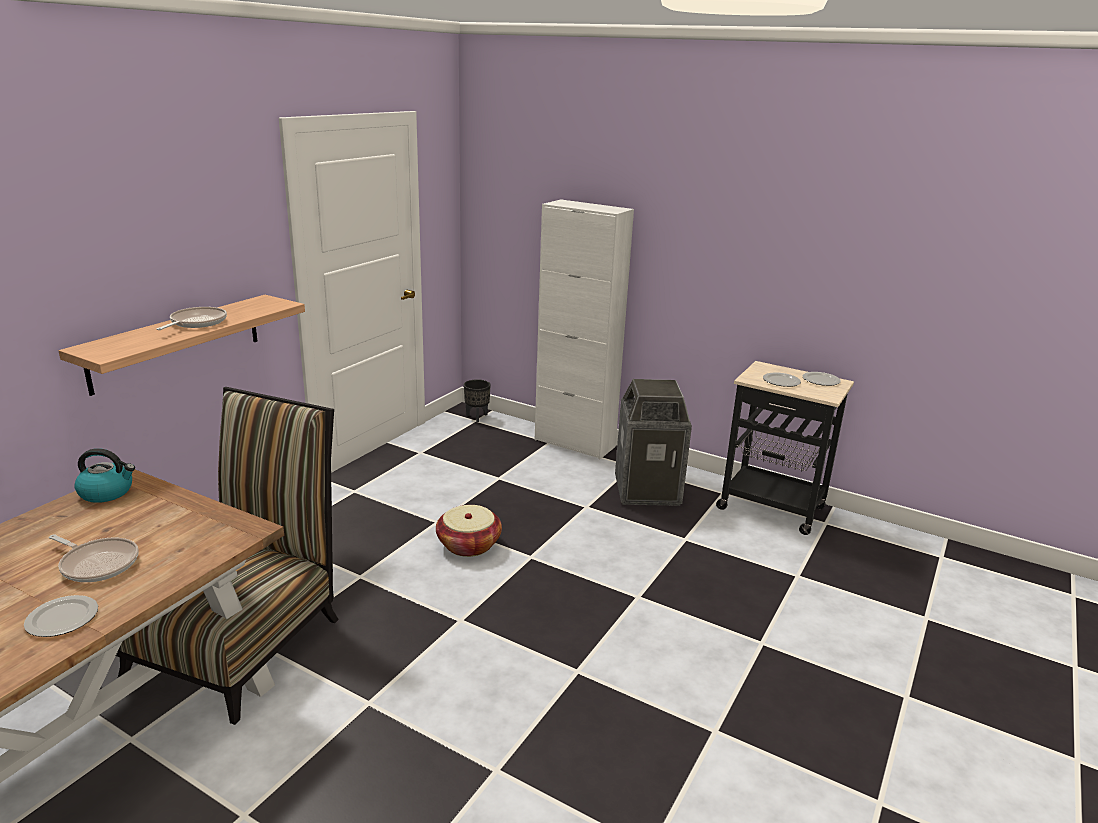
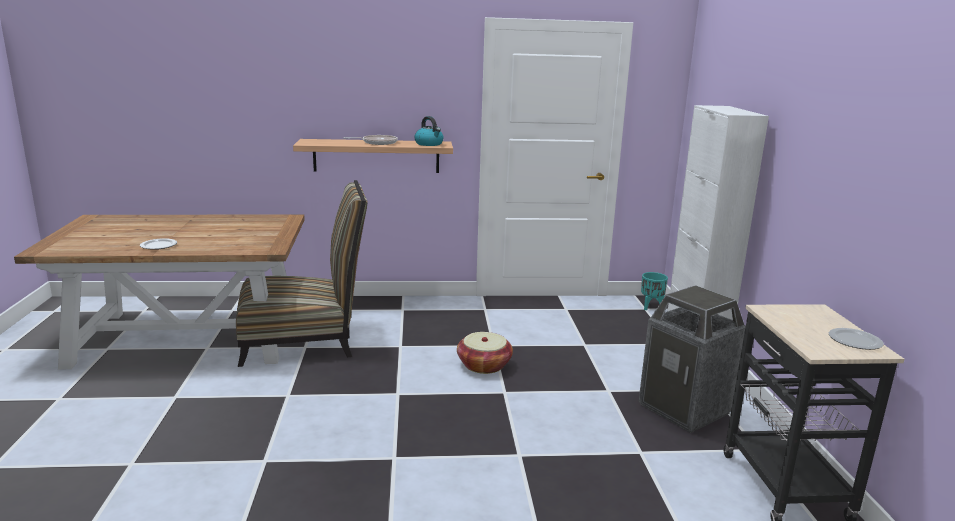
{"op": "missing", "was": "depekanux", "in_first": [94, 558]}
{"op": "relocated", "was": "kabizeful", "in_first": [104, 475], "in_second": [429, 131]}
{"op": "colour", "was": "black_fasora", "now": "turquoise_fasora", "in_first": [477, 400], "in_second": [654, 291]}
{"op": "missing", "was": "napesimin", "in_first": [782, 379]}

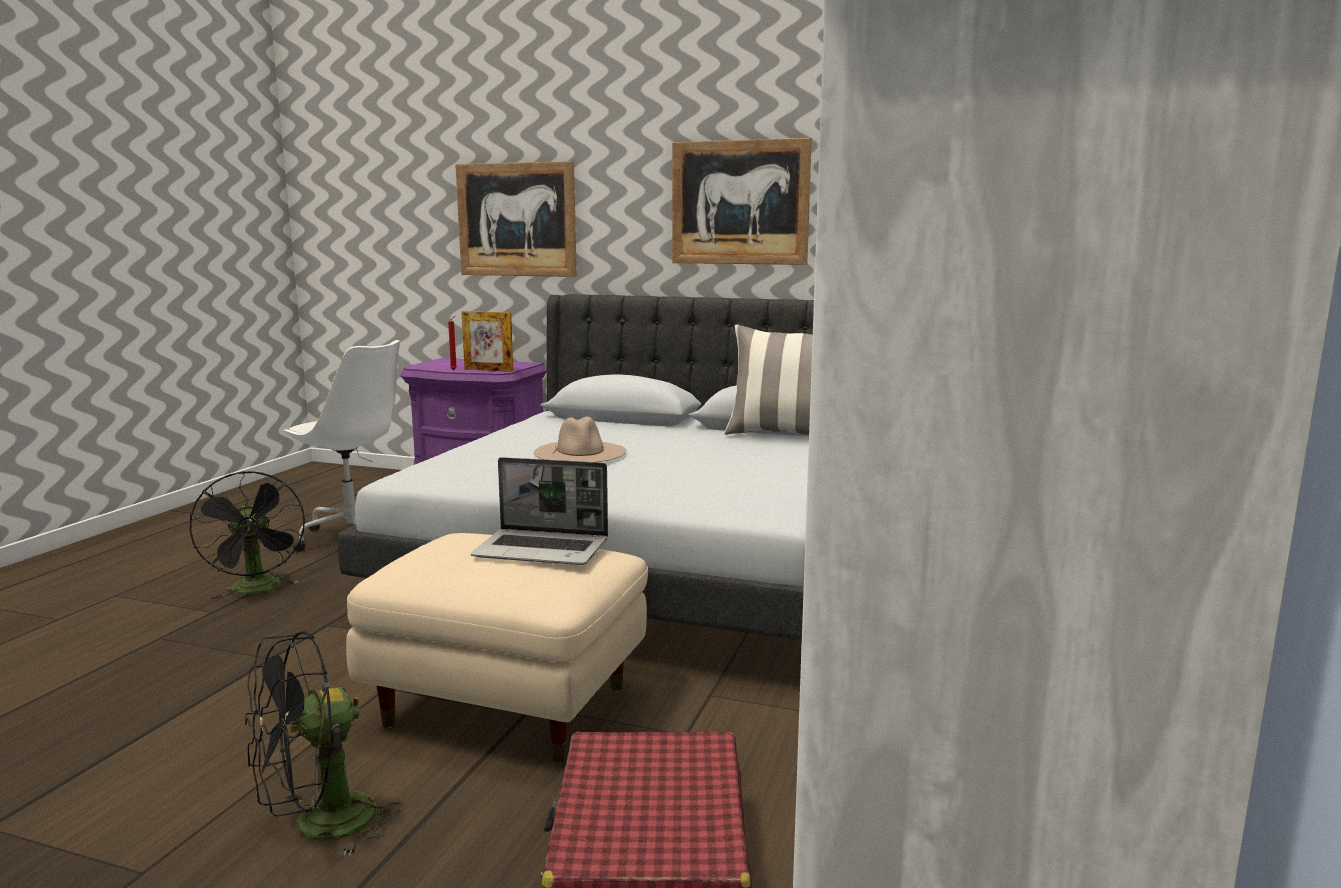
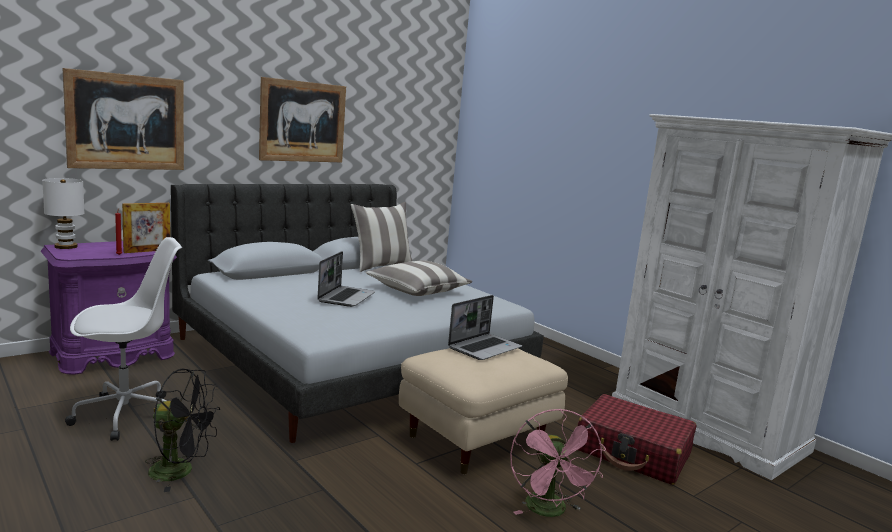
{"op": "colour", "was": "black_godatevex", "now": "pink_godatevex", "in_first": [324, 743], "in_second": [558, 463]}
{"op": "exchanged", "was": "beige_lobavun", "now": "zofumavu", "in_first": [580, 439], "in_second": [346, 279]}
{"op": "appeared", "now": "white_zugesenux", "in_second": [63, 213]}
{"op": "appeared", "now": "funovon", "in_second": [419, 278]}

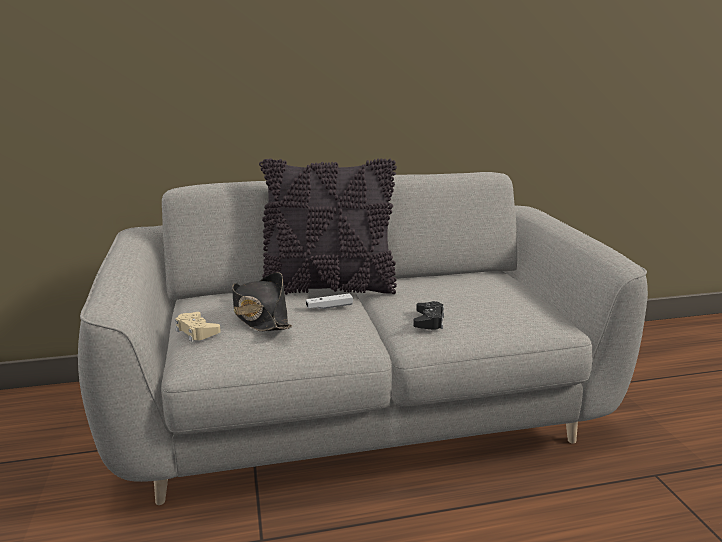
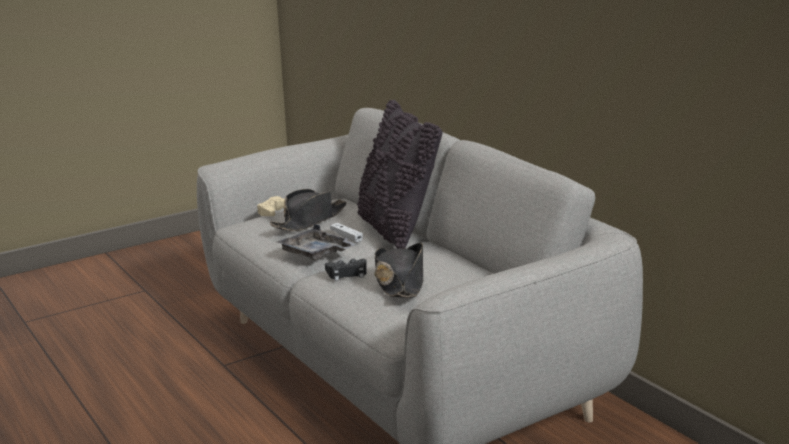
{"op": "appeared", "now": "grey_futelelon", "in_second": [316, 242]}
{"op": "appeared", "now": "black_lobavun", "in_second": [398, 270]}

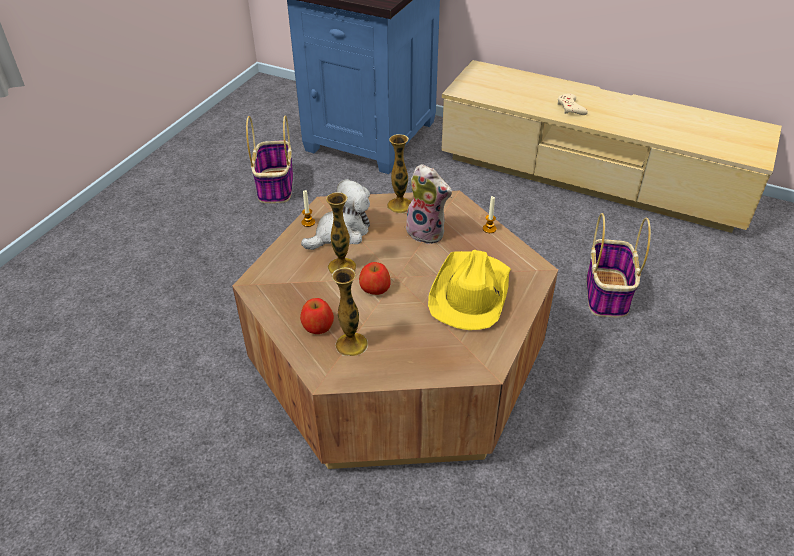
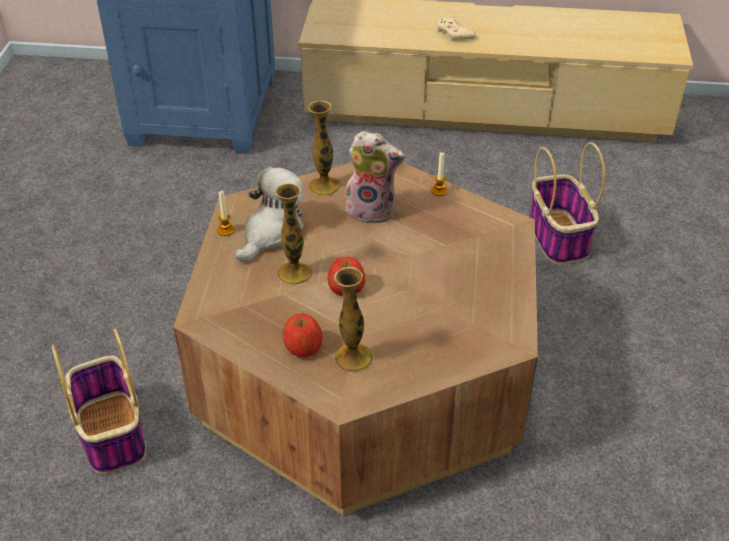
{"op": "relocated", "was": "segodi", "in_first": [269, 159], "in_second": [99, 401]}
{"op": "missing", "was": "yellow_lobavun", "in_first": [469, 290]}

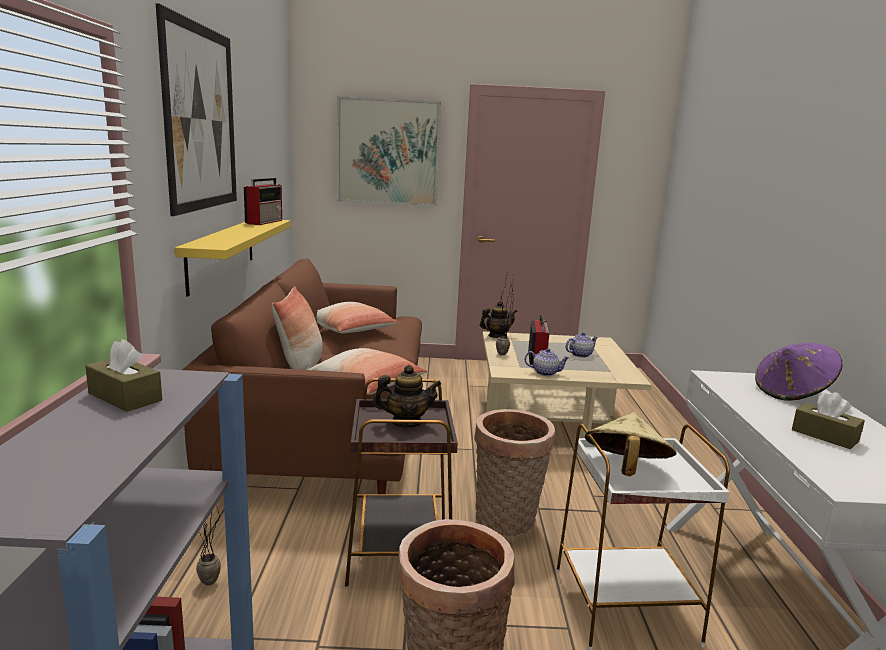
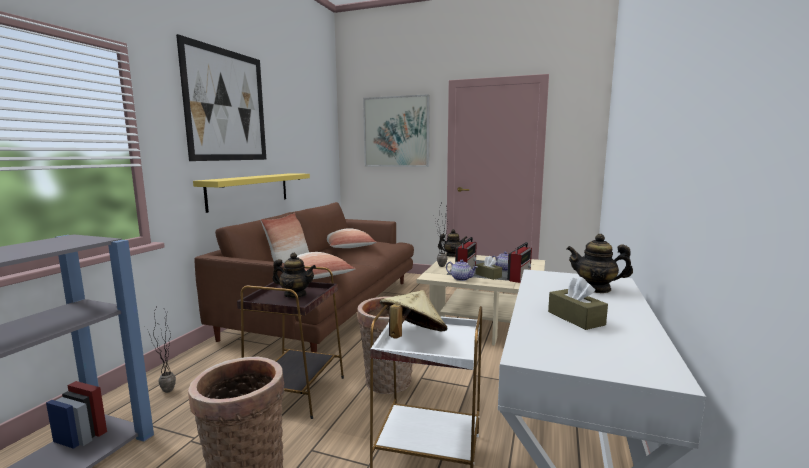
{"op": "relocated", "was": "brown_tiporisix", "in_first": [123, 375], "in_second": [489, 268]}
{"op": "relocated", "was": "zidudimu", "in_first": [263, 201], "in_second": [519, 262]}
{"op": "exchanged", "was": "purple_lobavun", "now": "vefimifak", "in_first": [799, 372], "in_second": [600, 263]}

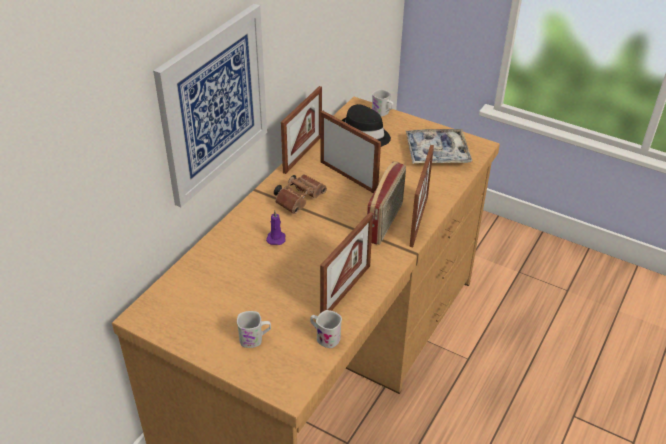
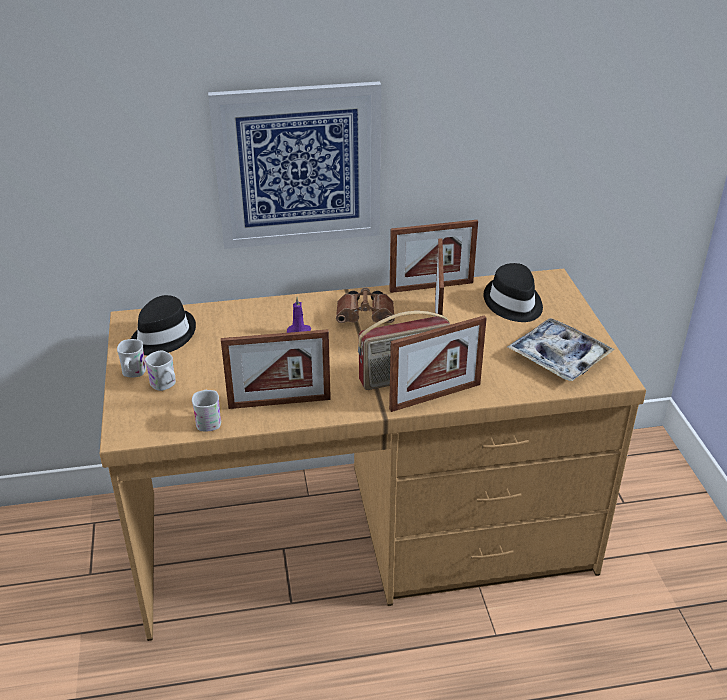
{"op": "relocated", "was": "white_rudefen", "in_first": [383, 103], "in_second": [131, 358]}
{"op": "appeared", "now": "black_lobavun", "in_second": [163, 325]}

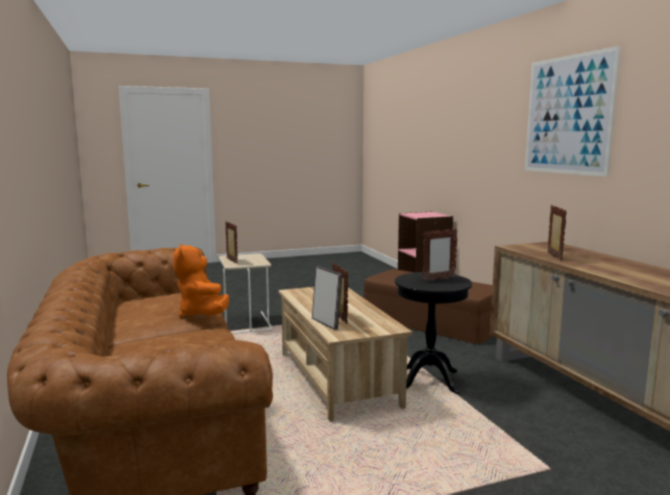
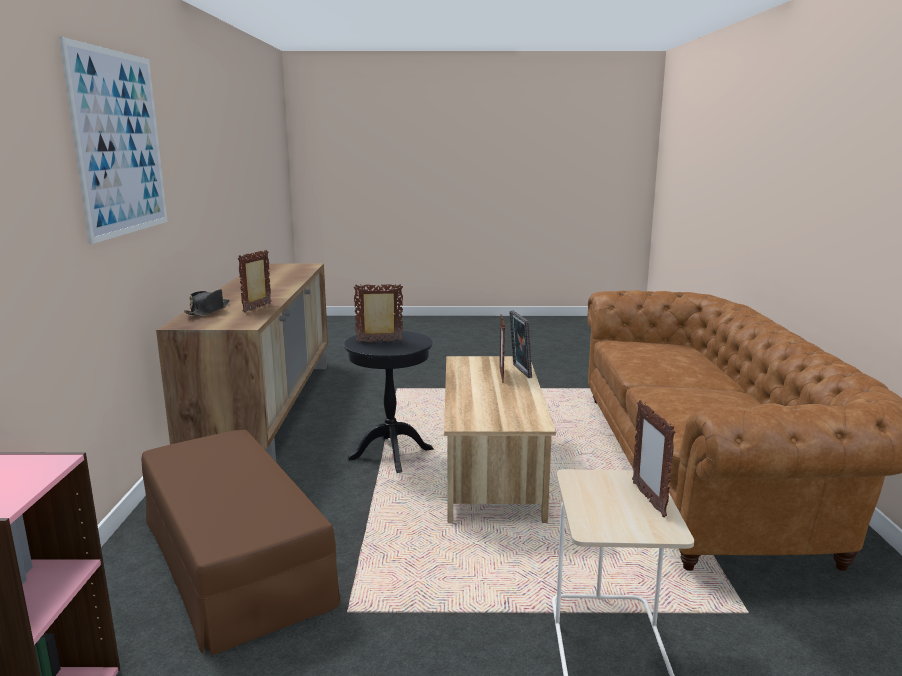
{"op": "missing", "was": "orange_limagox", "in_first": [201, 280]}
{"op": "appeared", "now": "black_lobavun", "in_second": [206, 302]}

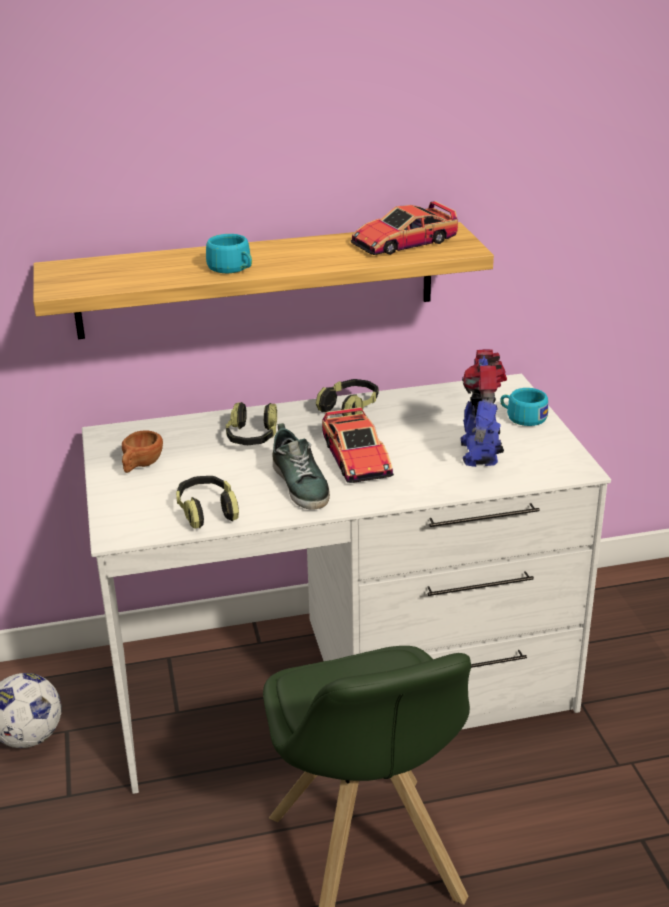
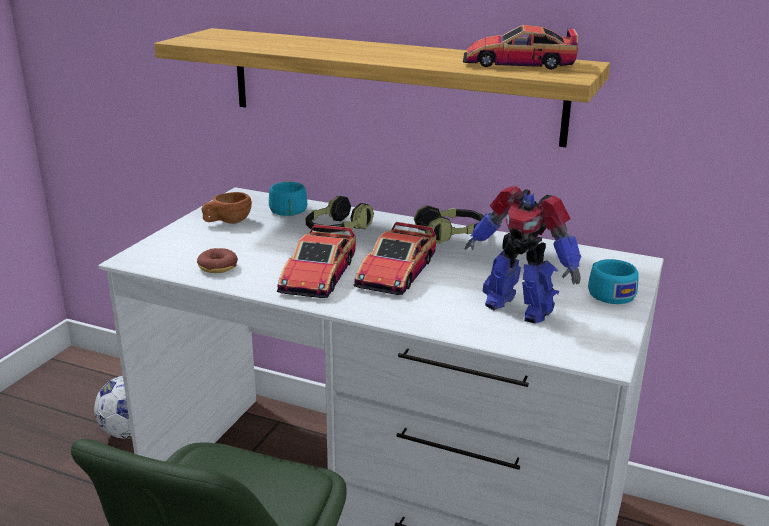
{"op": "exchanged", "was": "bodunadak", "now": "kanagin", "in_first": [207, 502], "in_second": [217, 260]}
{"op": "relocated", "was": "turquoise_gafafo", "in_first": [229, 253], "in_second": [288, 199]}
{"op": "exchanged", "was": "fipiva", "now": "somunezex", "in_first": [301, 466], "in_second": [316, 261]}
{"op": "spun", "was": "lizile", "in_first": [484, 408], "in_second": [522, 255], "clockwise": -90}

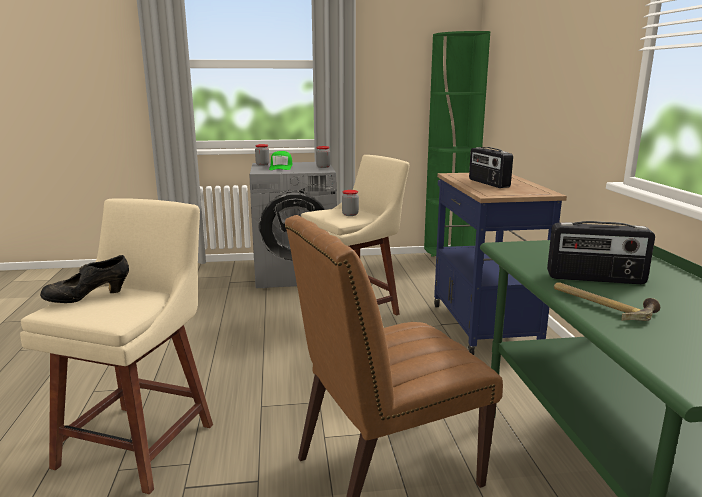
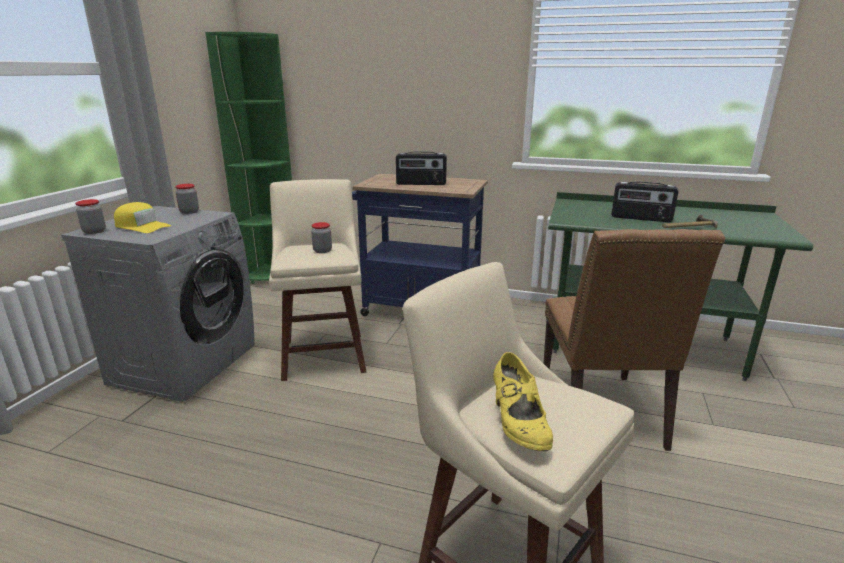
{"op": "colour", "was": "black_fipiva", "now": "yellow_fipiva", "in_first": [84, 279], "in_second": [523, 401]}
{"op": "colour", "was": "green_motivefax", "now": "yellow_motivefax", "in_first": [281, 160], "in_second": [142, 217]}
{"op": "spun", "was": "zidudimu", "in_first": [601, 252], "in_second": [644, 201], "clockwise": 75}

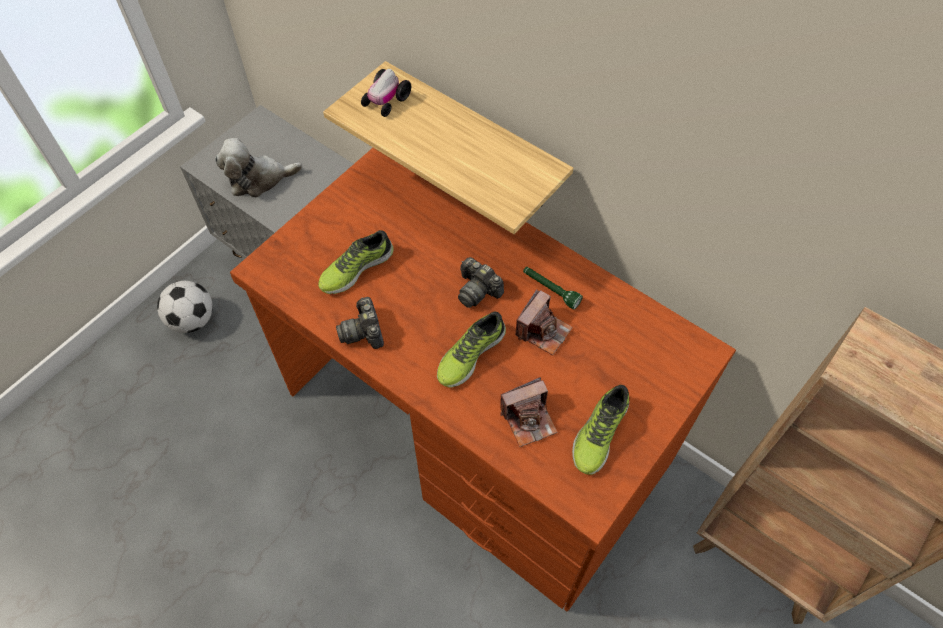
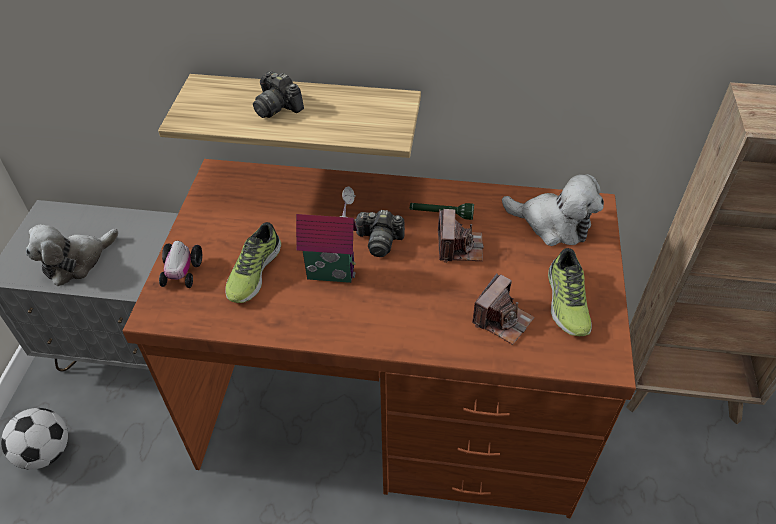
{"op": "relocated", "was": "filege", "in_first": [360, 323], "in_second": [278, 94]}
{"op": "relocated", "was": "somunezex", "in_first": [386, 93], "in_second": [180, 264]}
{"op": "missing", "was": "fipiva", "in_first": [471, 350]}
{"op": "appeared", "now": "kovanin", "in_second": [326, 234]}
{"op": "appeared", "now": "limagox", "in_second": [553, 210]}

